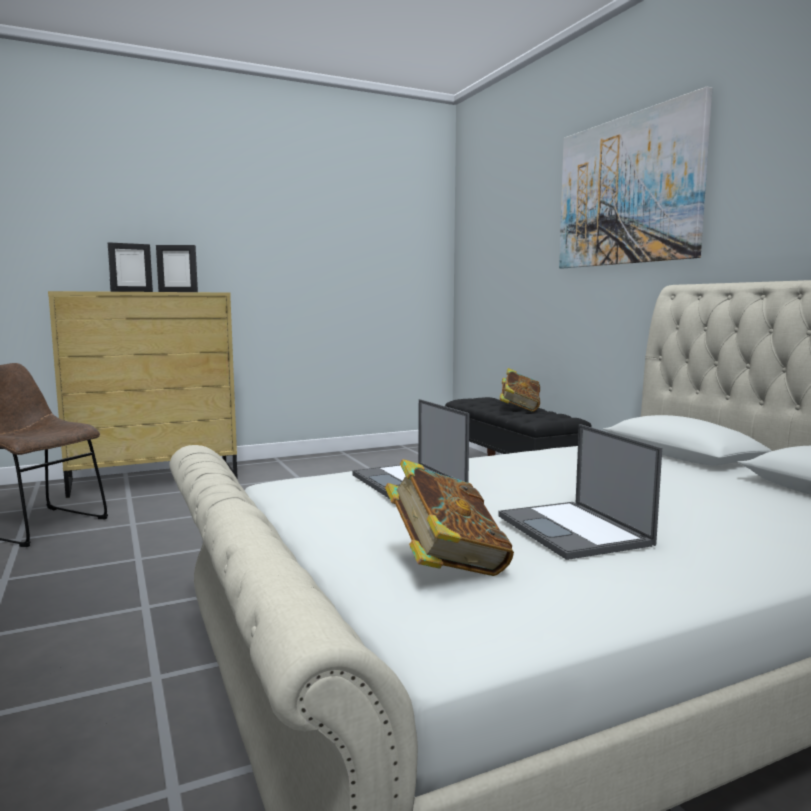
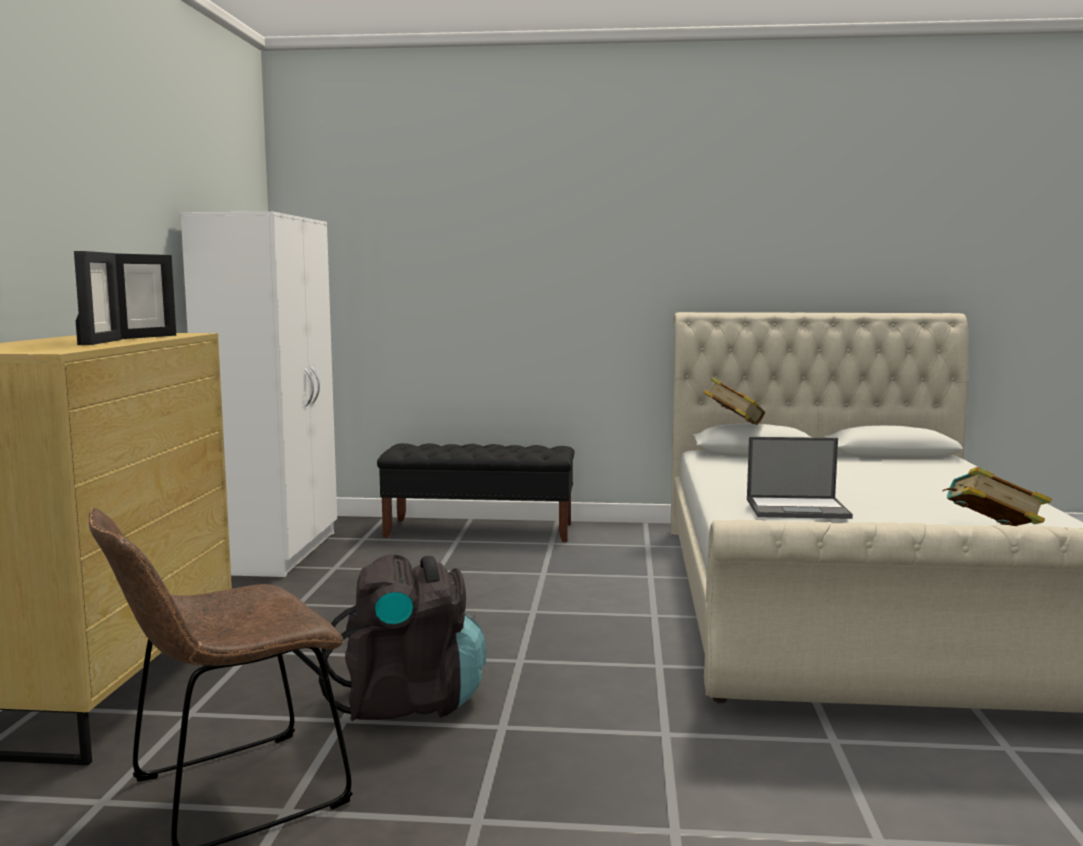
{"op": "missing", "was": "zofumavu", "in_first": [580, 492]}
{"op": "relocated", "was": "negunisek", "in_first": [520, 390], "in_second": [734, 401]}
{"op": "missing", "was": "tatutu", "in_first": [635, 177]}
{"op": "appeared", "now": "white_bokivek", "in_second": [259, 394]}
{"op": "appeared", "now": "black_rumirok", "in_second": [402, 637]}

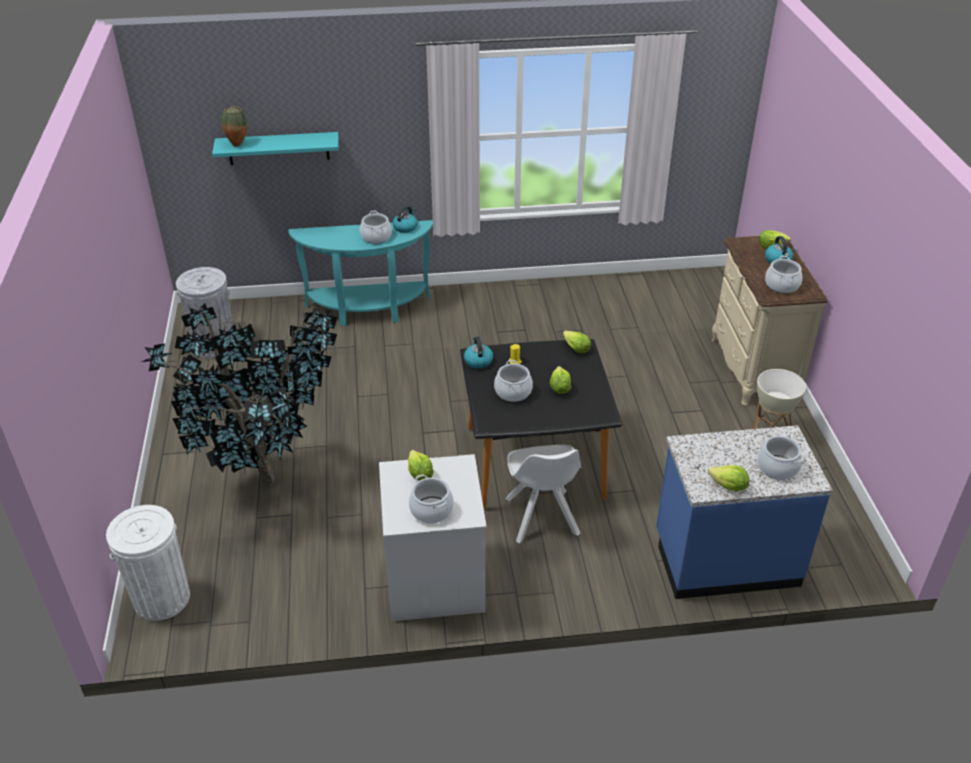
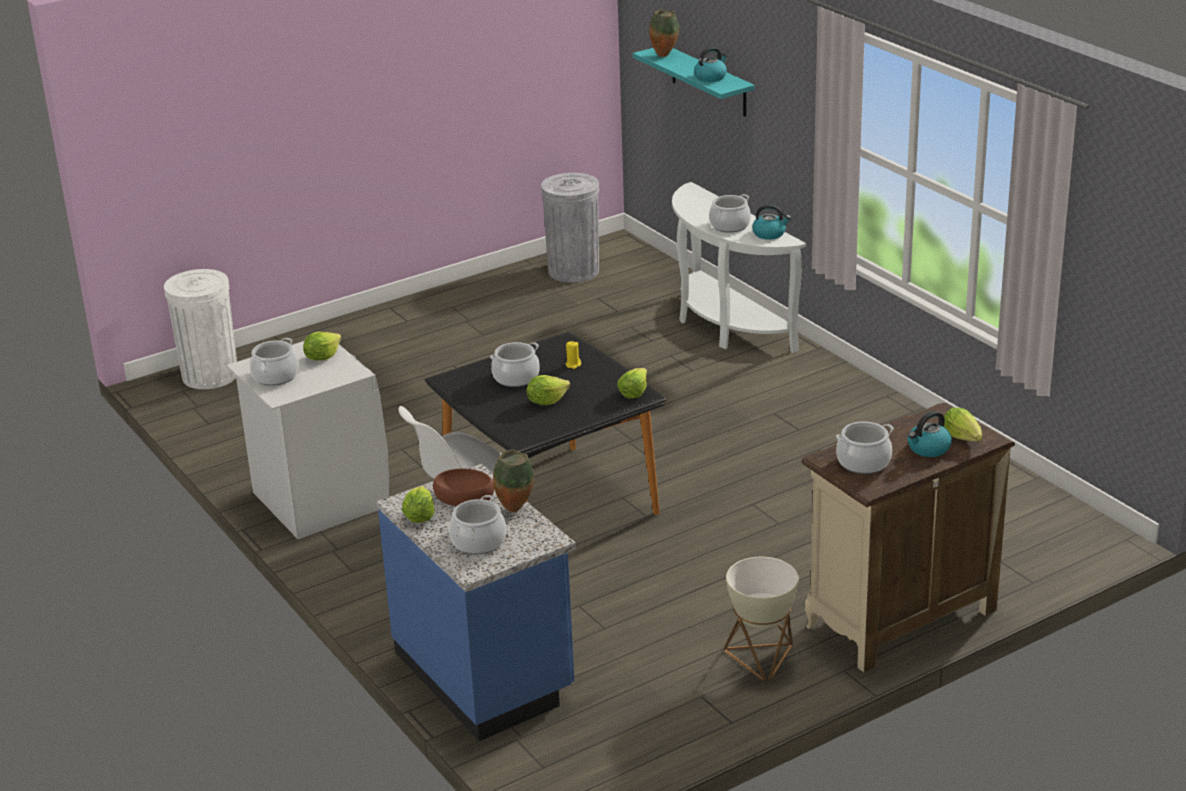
{"op": "missing", "was": "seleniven", "in_first": [239, 394]}
{"op": "colour", "was": "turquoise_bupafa", "now": "white_bupafa", "in_first": [360, 273], "in_second": [739, 267]}
{"op": "relocated", "was": "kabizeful", "in_first": [478, 352], "in_second": [710, 64]}
{"op": "appeared", "now": "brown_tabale", "in_second": [463, 487]}
{"op": "appeared", "now": "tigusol", "in_second": [513, 480]}

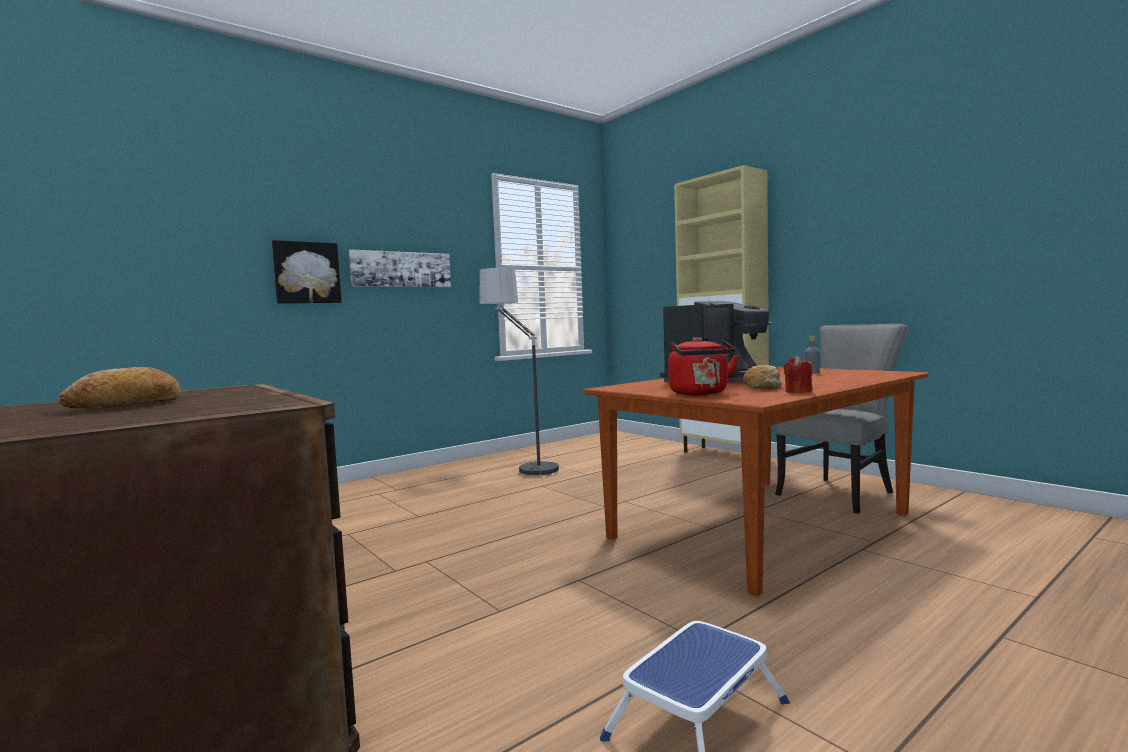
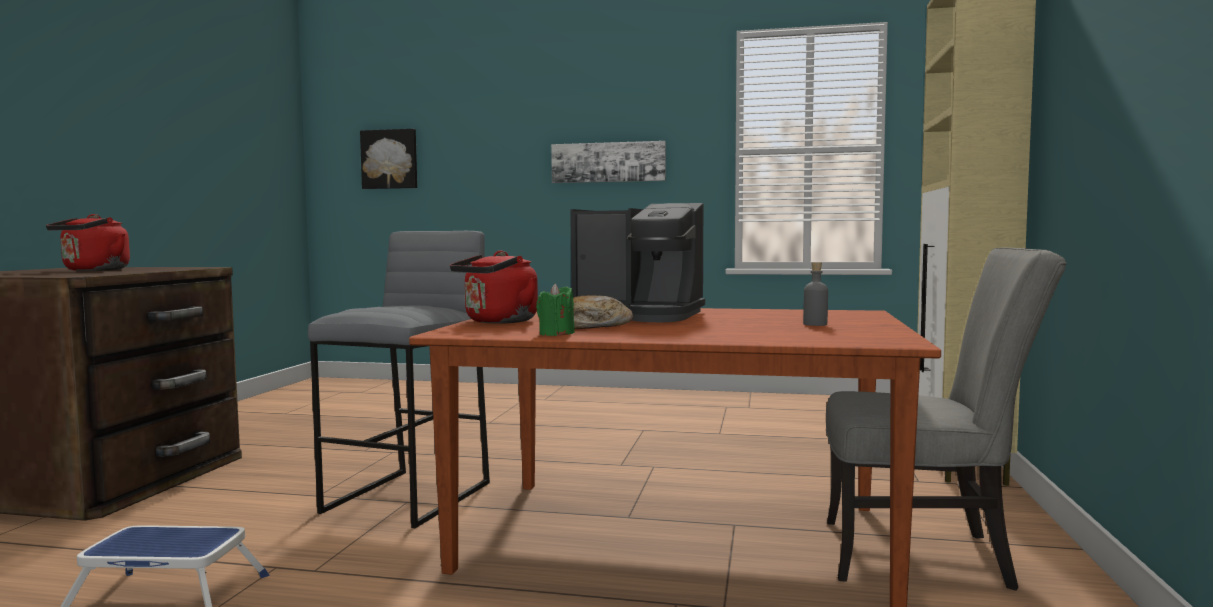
{"op": "exchanged", "was": "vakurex", "now": "red_kabizeful", "in_first": [119, 387], "in_second": [88, 242]}
{"op": "relocated", "was": "tatutu", "in_first": [307, 272], "in_second": [388, 159]}
{"op": "missing", "was": "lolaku", "in_first": [519, 372]}
{"op": "colour", "was": "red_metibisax", "now": "green_metibisax", "in_first": [798, 374], "in_second": [555, 310]}
{"op": "appeared", "now": "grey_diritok", "in_second": [399, 379]}

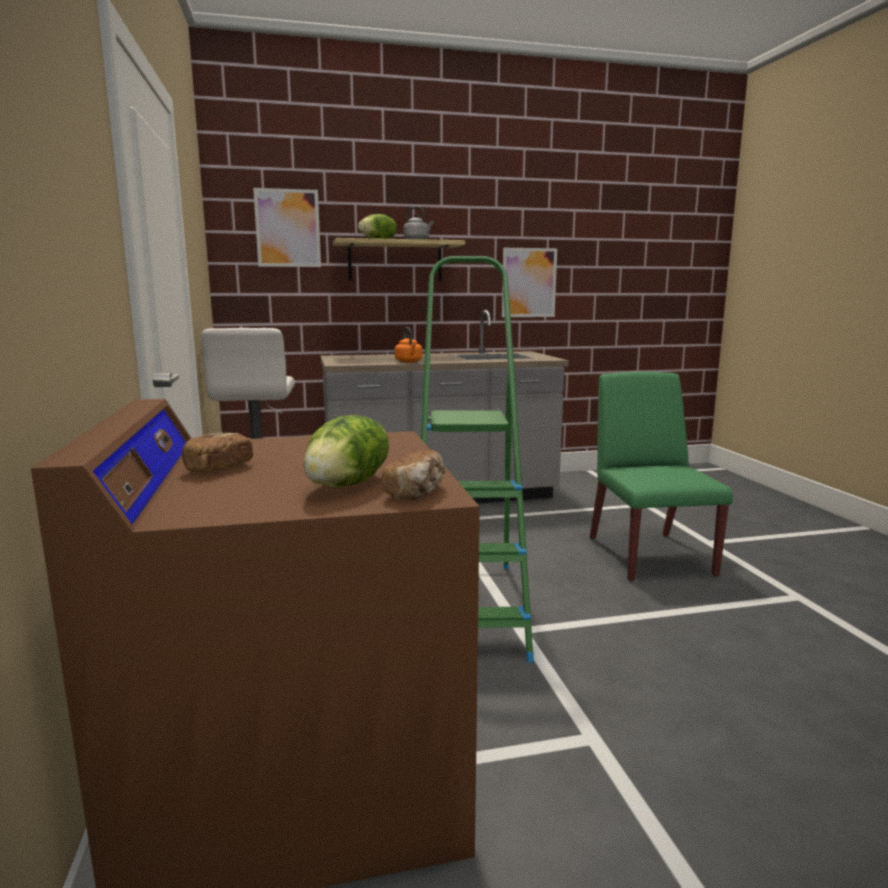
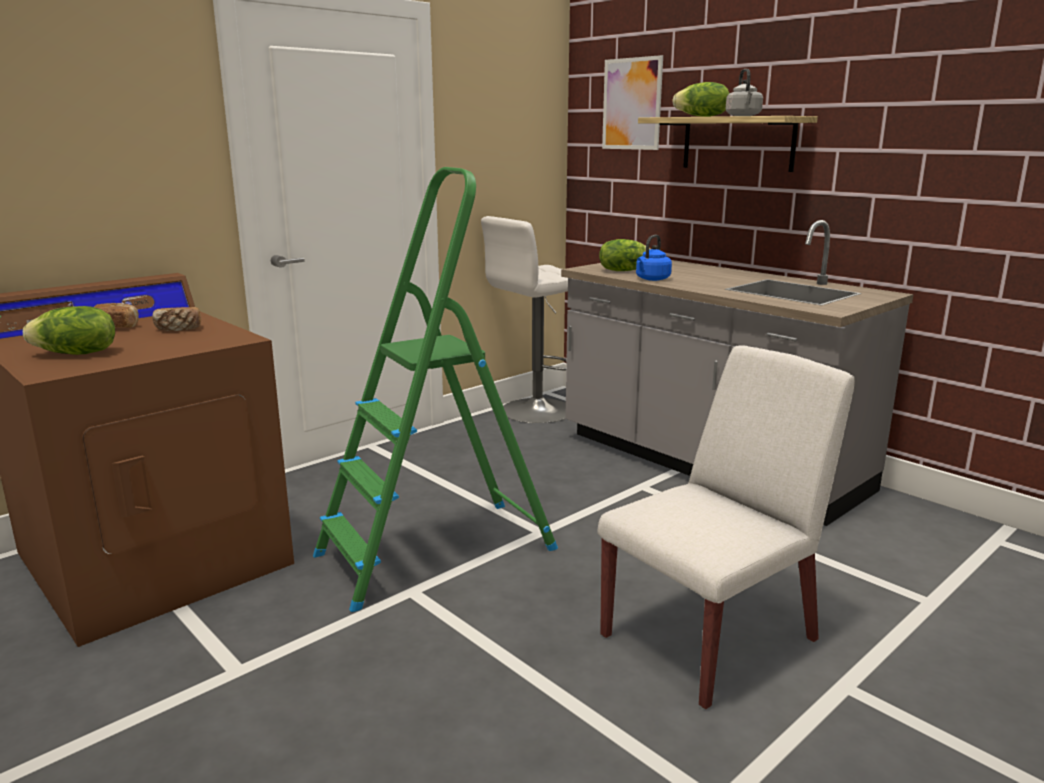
{"op": "relocated", "was": "vakurex", "in_first": [414, 475], "in_second": [176, 319]}
{"op": "colour", "was": "orange_kabizeful", "now": "blue_kabizeful", "in_first": [408, 345], "in_second": [654, 258]}
{"op": "missing", "was": "tatutu", "in_first": [529, 282]}
{"op": "colour", "was": "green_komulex", "now": "white_komulex", "in_first": [661, 477], "in_second": [726, 527]}
{"op": "appeared", "now": "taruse", "in_second": [625, 255]}

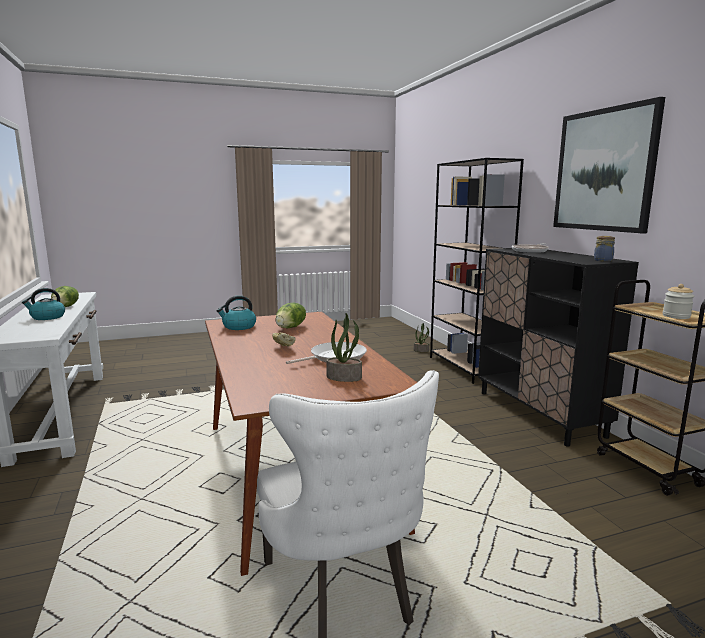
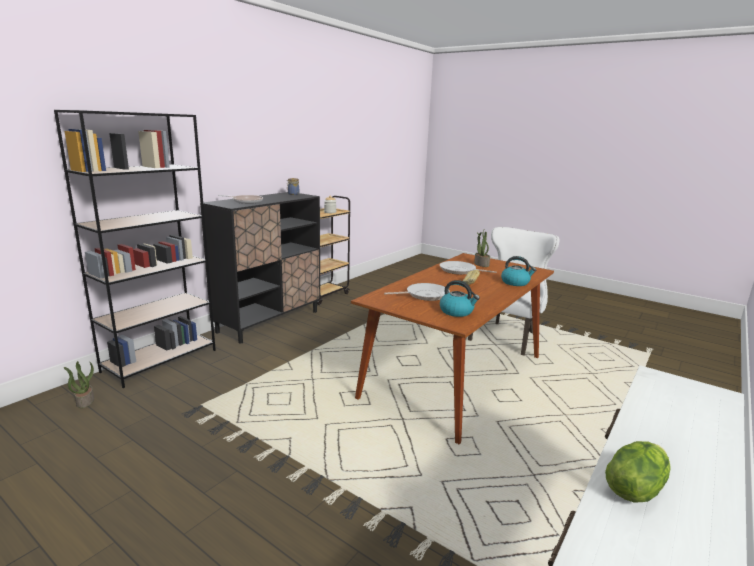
{"op": "relocated", "was": "kabizeful", "in_first": [43, 304], "in_second": [519, 271]}
{"op": "exchanged", "was": "taruse", "now": "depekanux", "in_first": [291, 315], "in_second": [417, 292]}
{"op": "missing", "was": "tatutu", "in_first": [609, 165]}

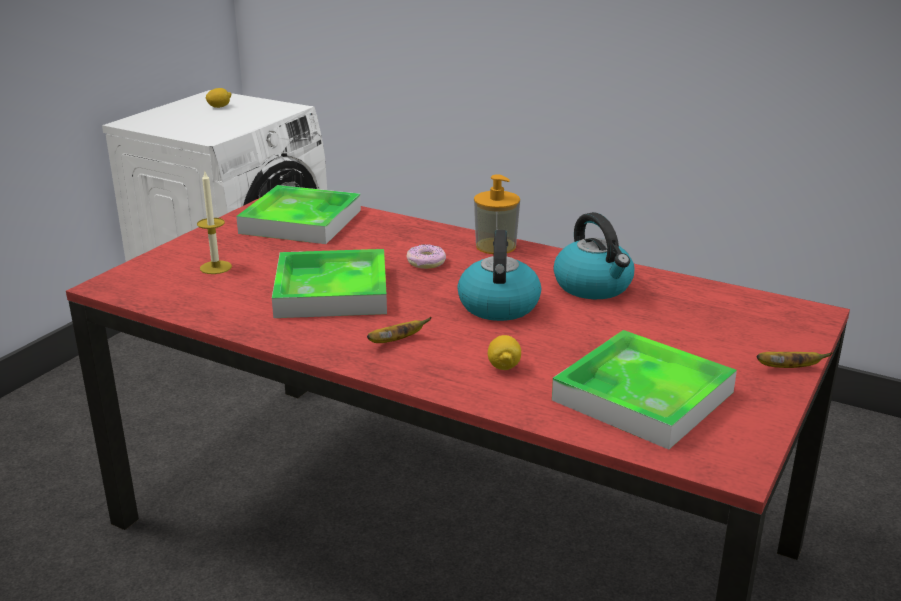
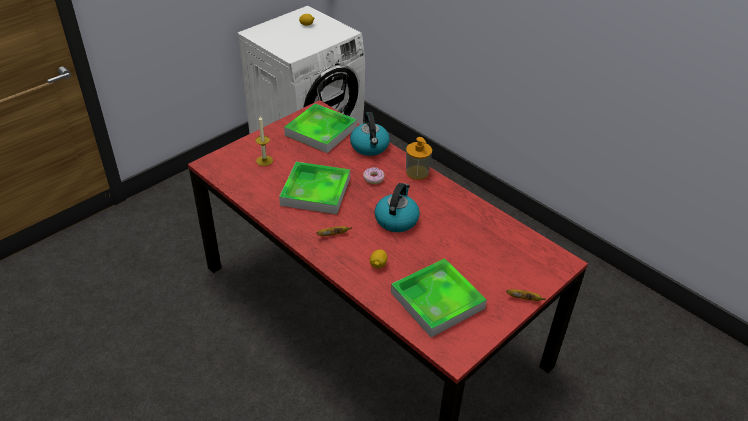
{"op": "relocated", "was": "kabizeful", "in_first": [593, 255], "in_second": [370, 134]}

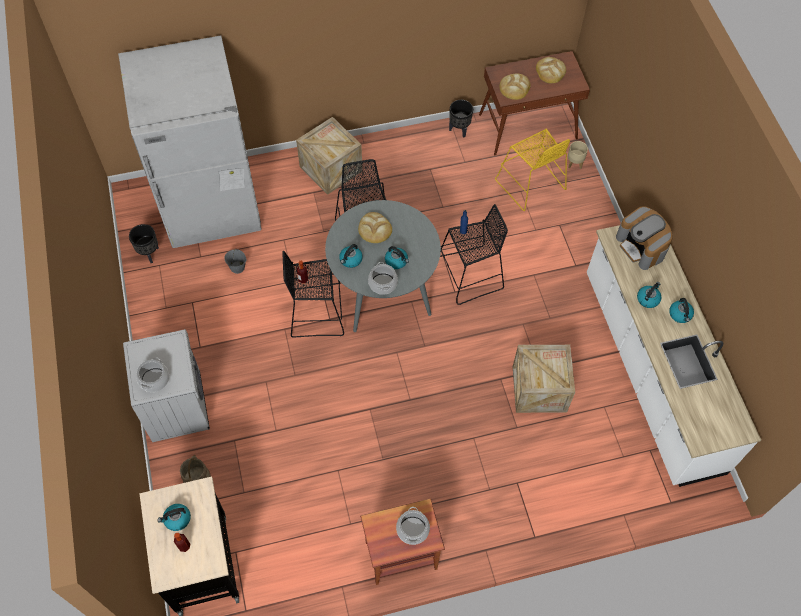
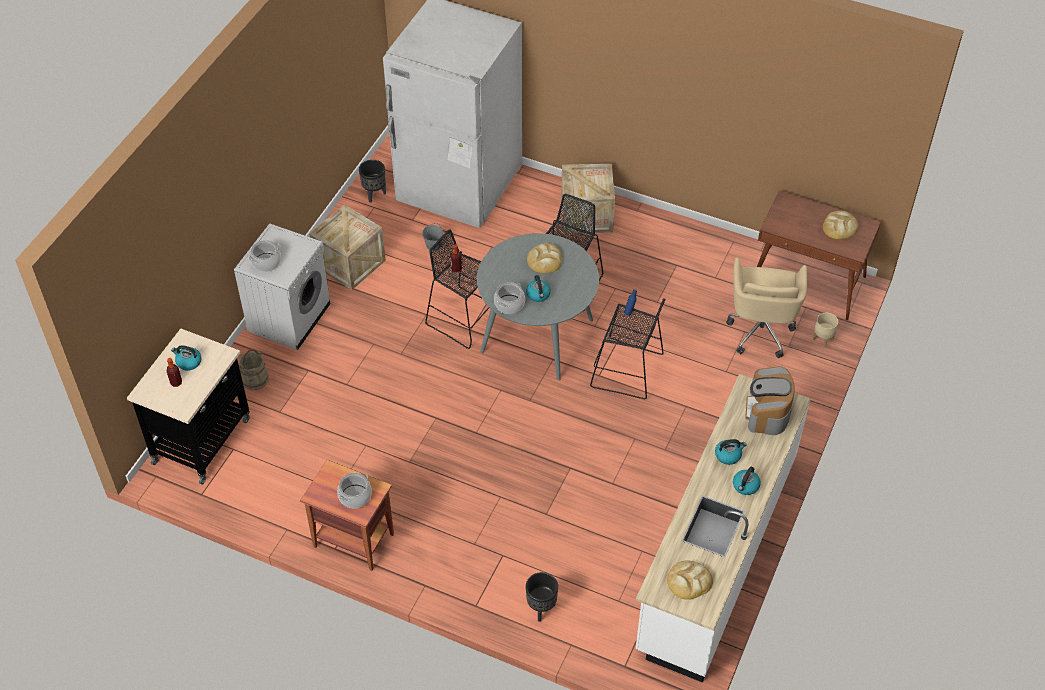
{"op": "missing", "was": "kabizeful", "in_first": [351, 256]}
{"op": "relocated", "was": "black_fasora", "in_first": [461, 118], "in_second": [542, 597]}
{"op": "exchanged", "was": "yellow_diritok", "now": "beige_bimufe", "in_first": [532, 170], "in_second": [767, 308]}
{"op": "relocated", "was": "vakurex", "in_first": [515, 86], "in_second": [690, 580]}
{"op": "relocated", "was": "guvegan", "in_first": [544, 379], "in_second": [347, 247]}

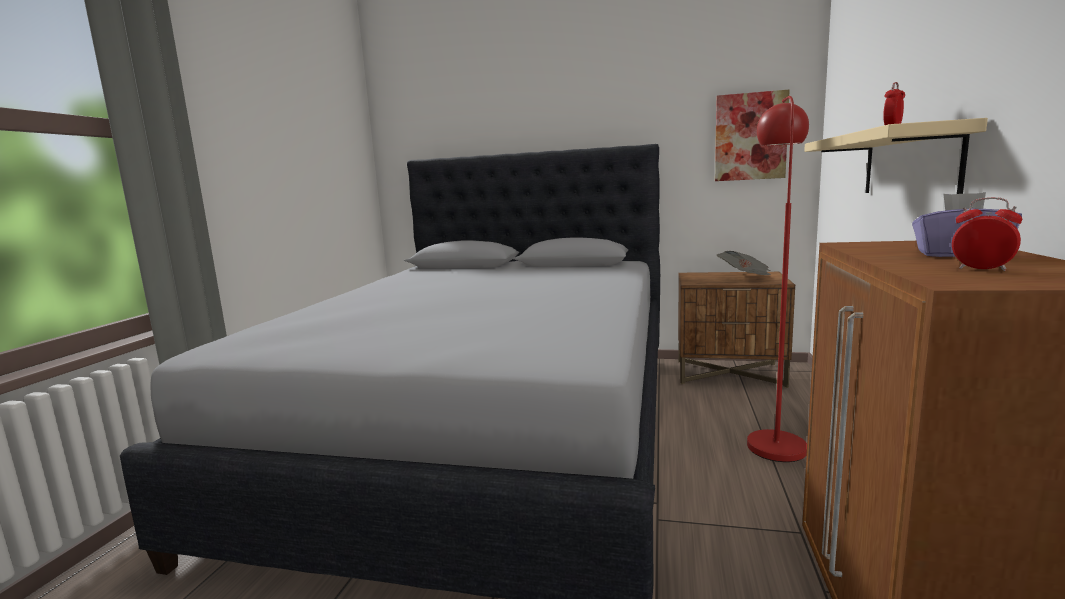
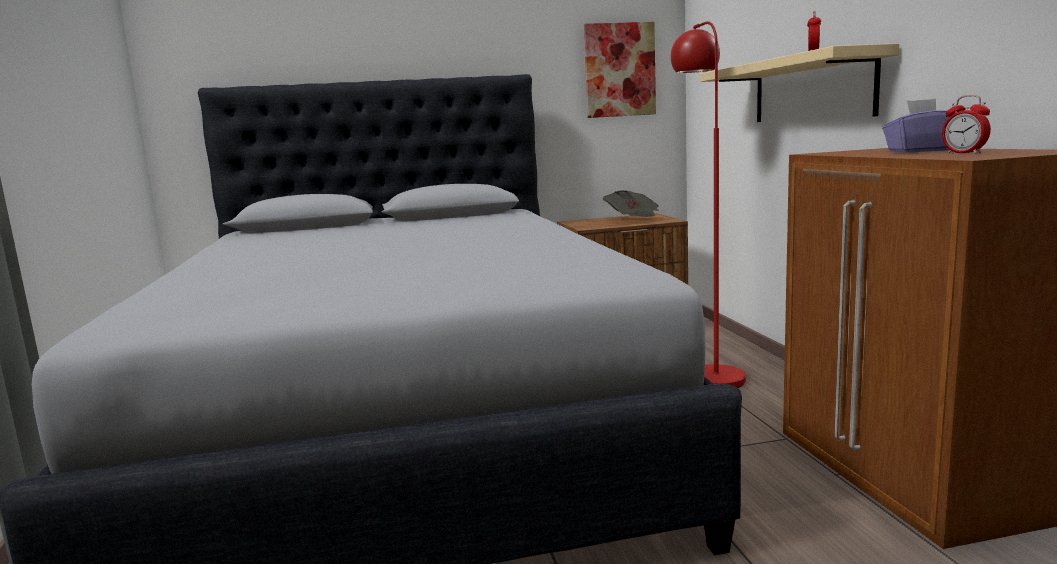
{"op": "spun", "was": "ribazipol", "in_first": [987, 234], "in_second": [966, 124], "clockwise": -135}

